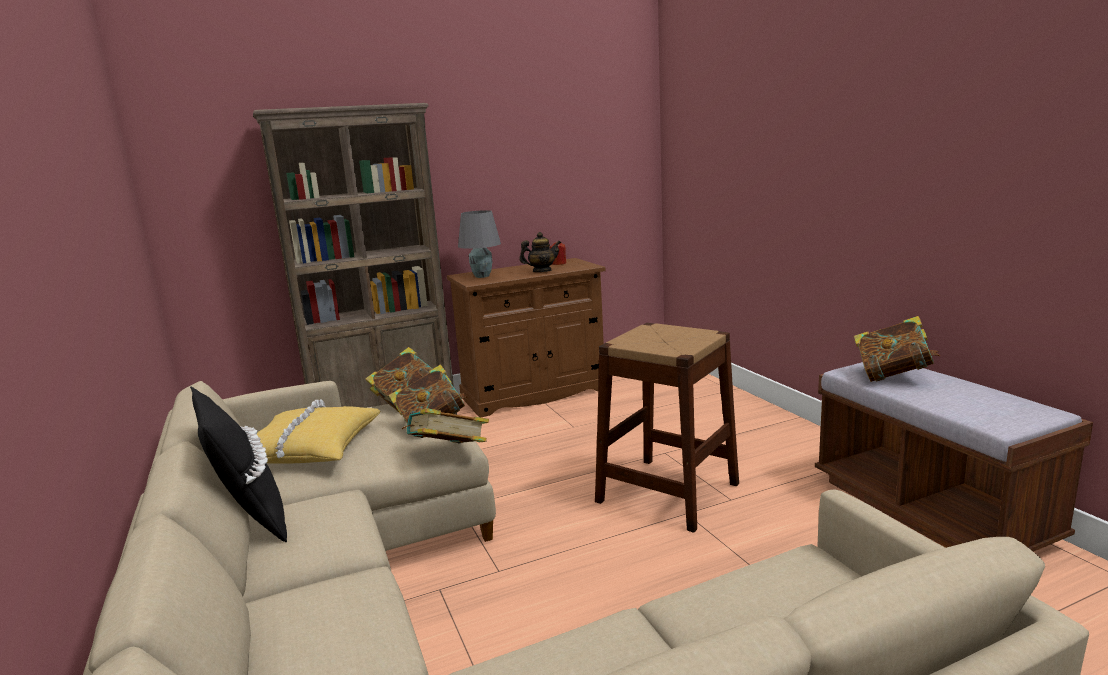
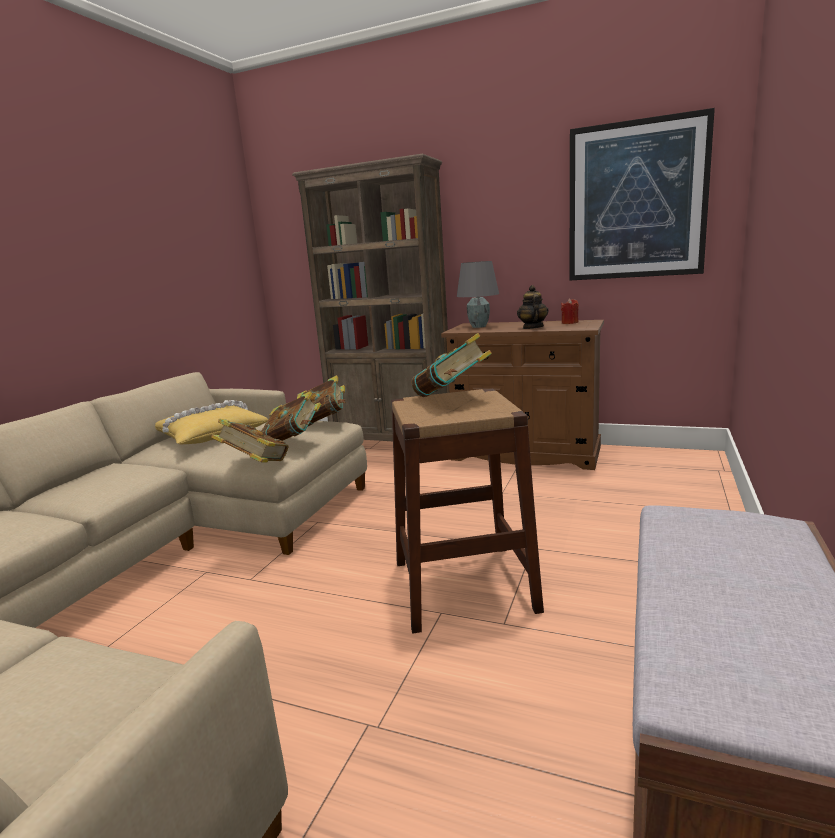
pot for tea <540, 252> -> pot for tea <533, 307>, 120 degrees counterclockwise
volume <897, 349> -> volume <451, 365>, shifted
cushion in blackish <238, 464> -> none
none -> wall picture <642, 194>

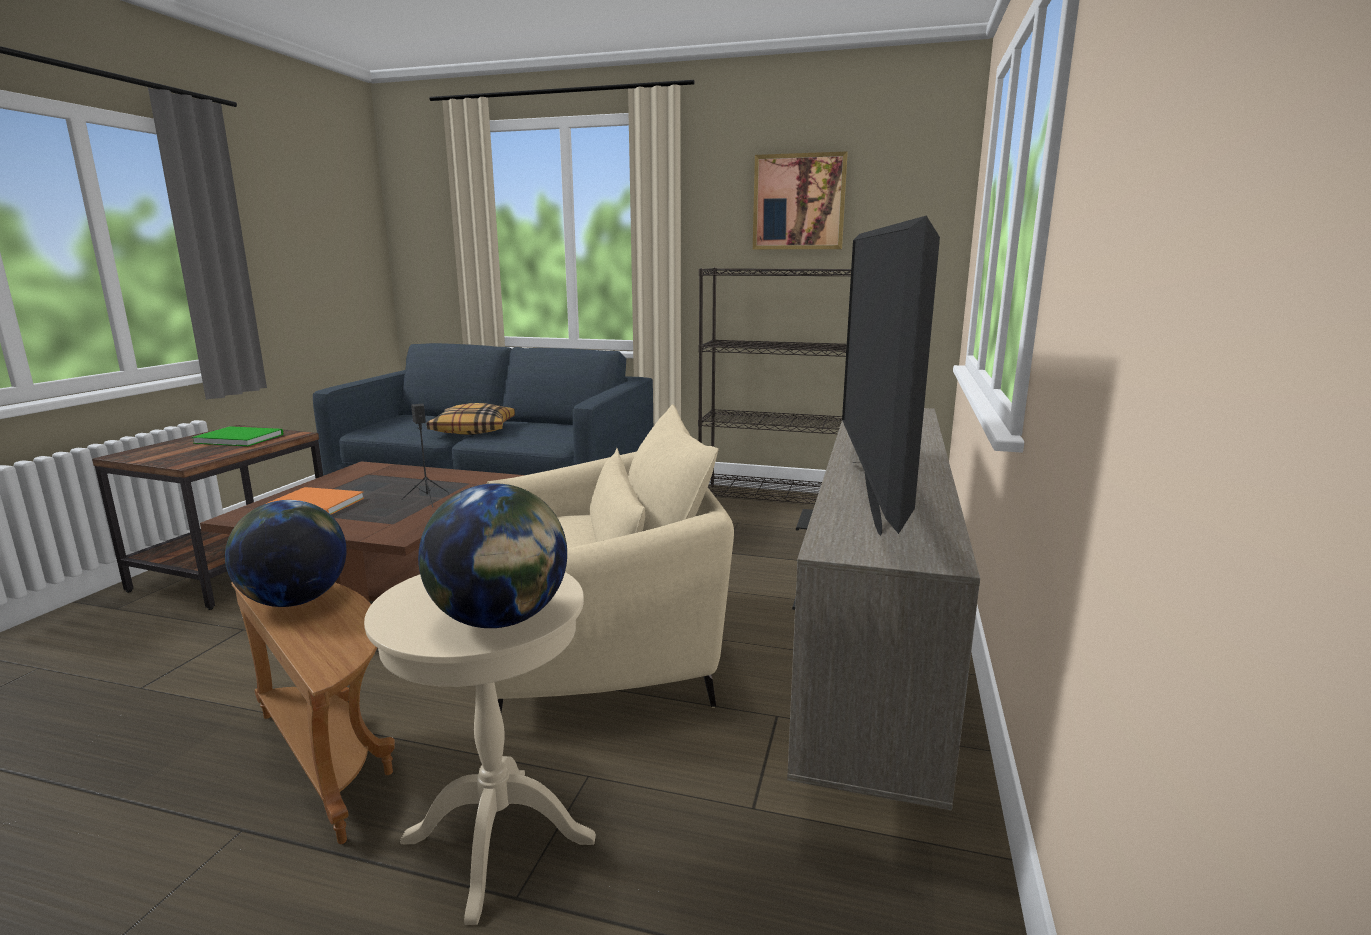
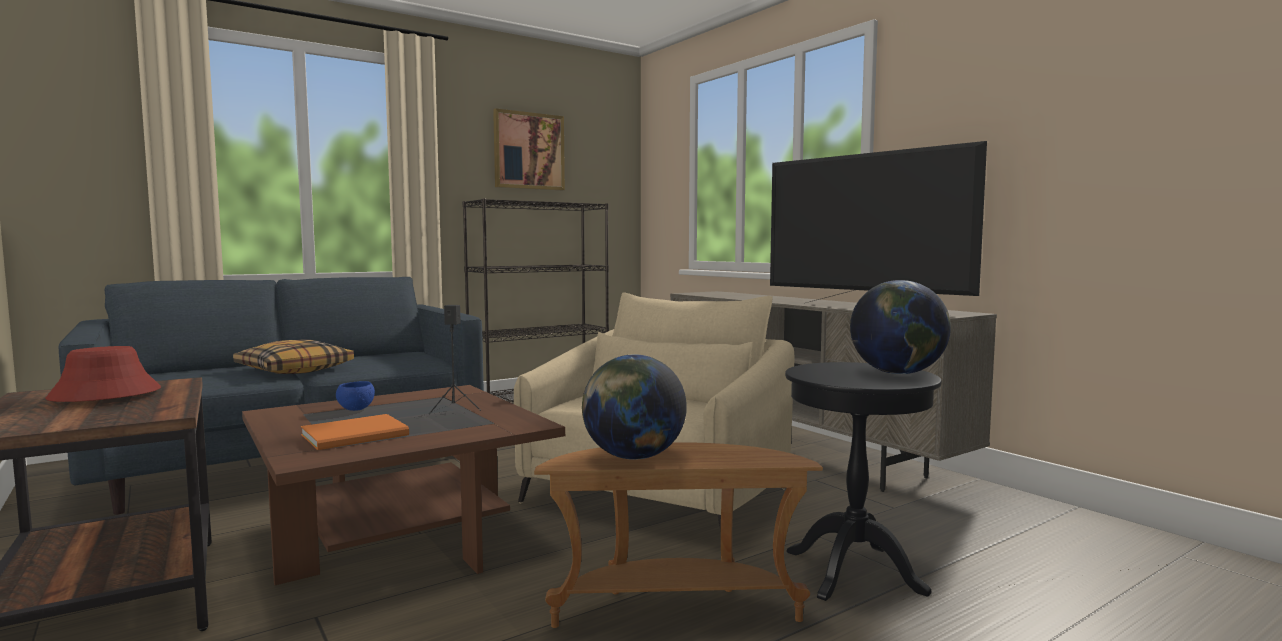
volume in green-coloured <237, 436> -> clothing hat in red <103, 374>
accent table in beige <480, 748> -> accent table in blackish <863, 481>
none -> deep dish in blue-coloured <355, 396>

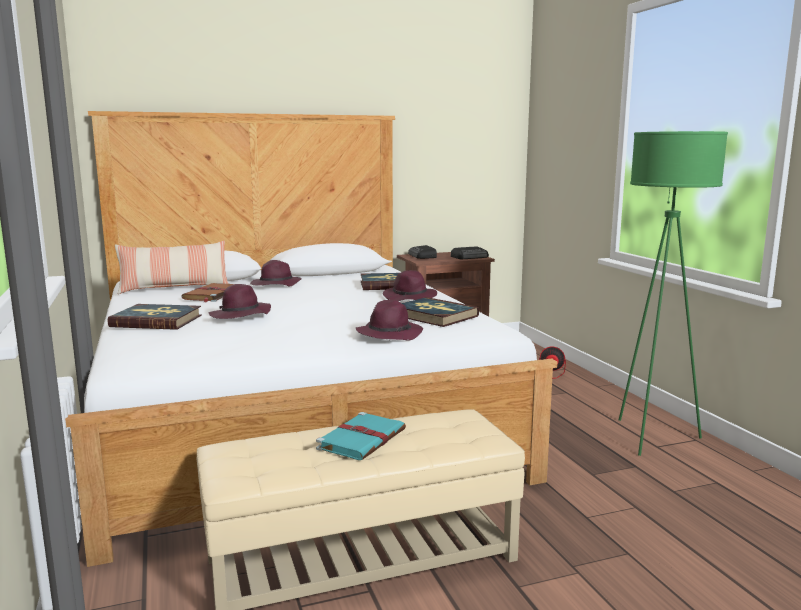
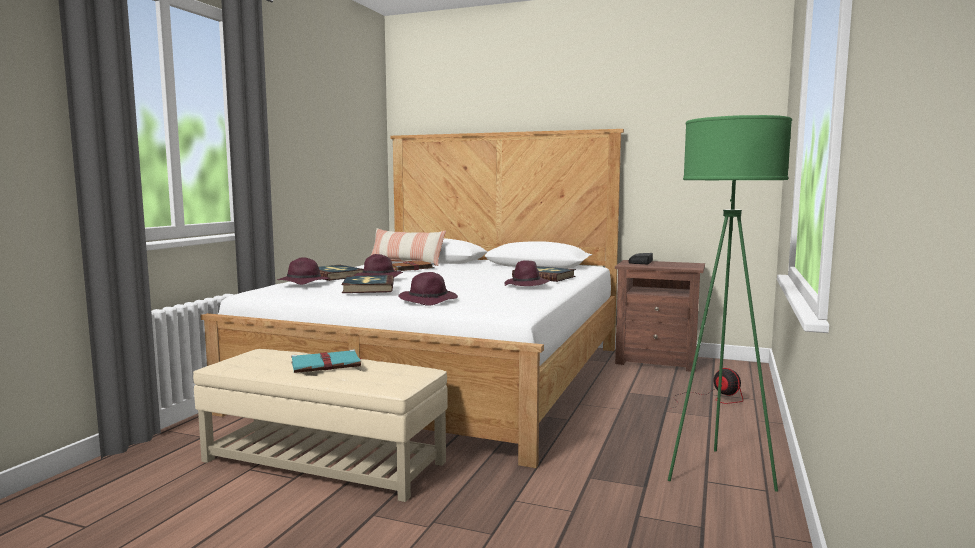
radio <470, 252> -> none
clothing hat in purplish <276, 273> -> clothing hat in purplish <303, 271>, shifted
volume <440, 312> -> volume <367, 284>, shifted

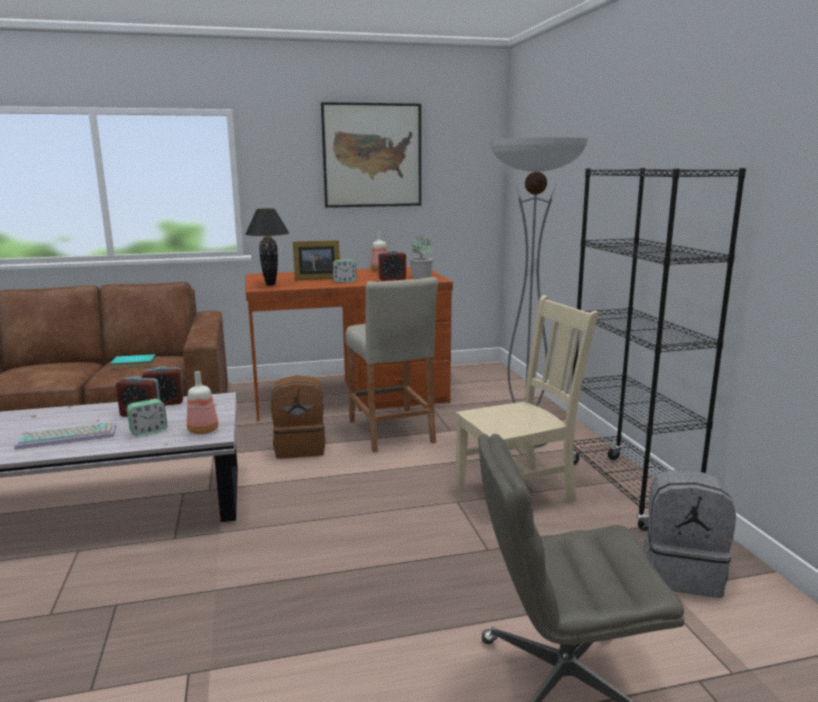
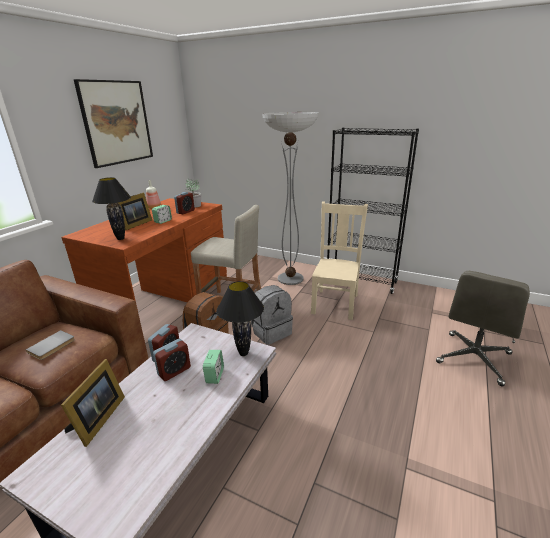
volume in turquoise <133, 361> -> volume in gray <50, 345>
drink bottle <203, 402> -> table lamp in blackish <240, 318>
computer keyboard <65, 436> -> none
rucksack in gray <689, 533> -> rucksack in gray <272, 315>, shifted
none -> standing frame <93, 403>

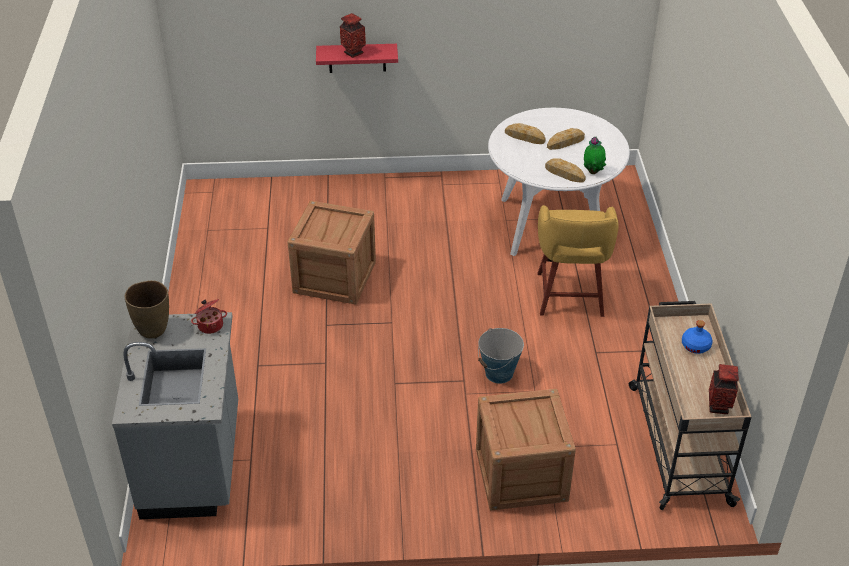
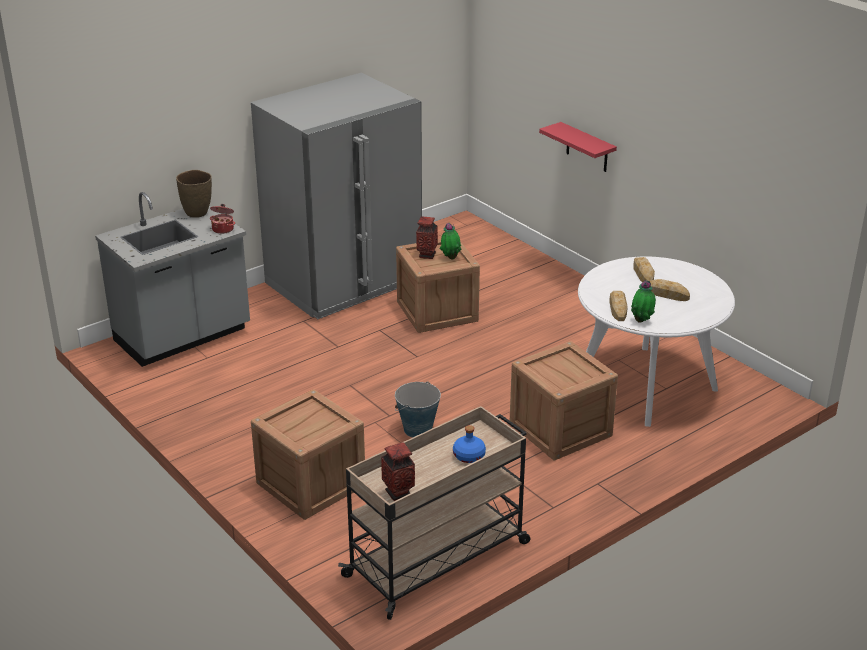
vase <353, 35> -> vase <427, 237>, shifted
stool seat in yellow-coloured <578, 261> -> crate <564, 401>
none -> kitchen fridge in gray <336, 196>
none -> potted plant <450, 241>

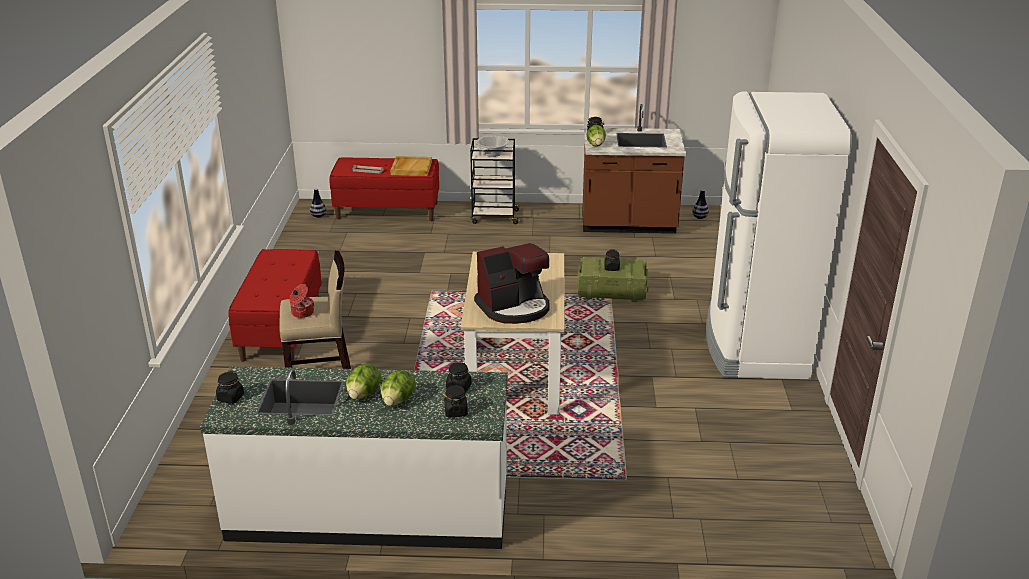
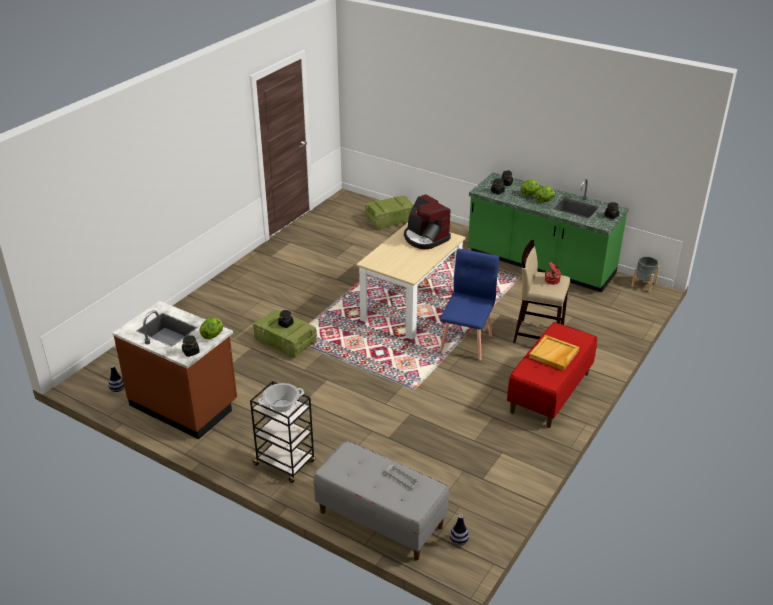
kitchen fridge in white <779, 235> -> none
tray in beige <411, 166> -> tray in beige <554, 353>, shifted
bench in red <384, 189> -> bench in gray <381, 500>
coffee brewer <511, 283> -> coffee brewer <427, 221>, 135 degrees counterclockwise
kitchen counter in white <354, 457> -> kitchen counter in green-coloured <548, 232>
none -> crate <389, 212>
none -> upright chair in blue-coloured <469, 304>
none -> planter in gray <645, 274>

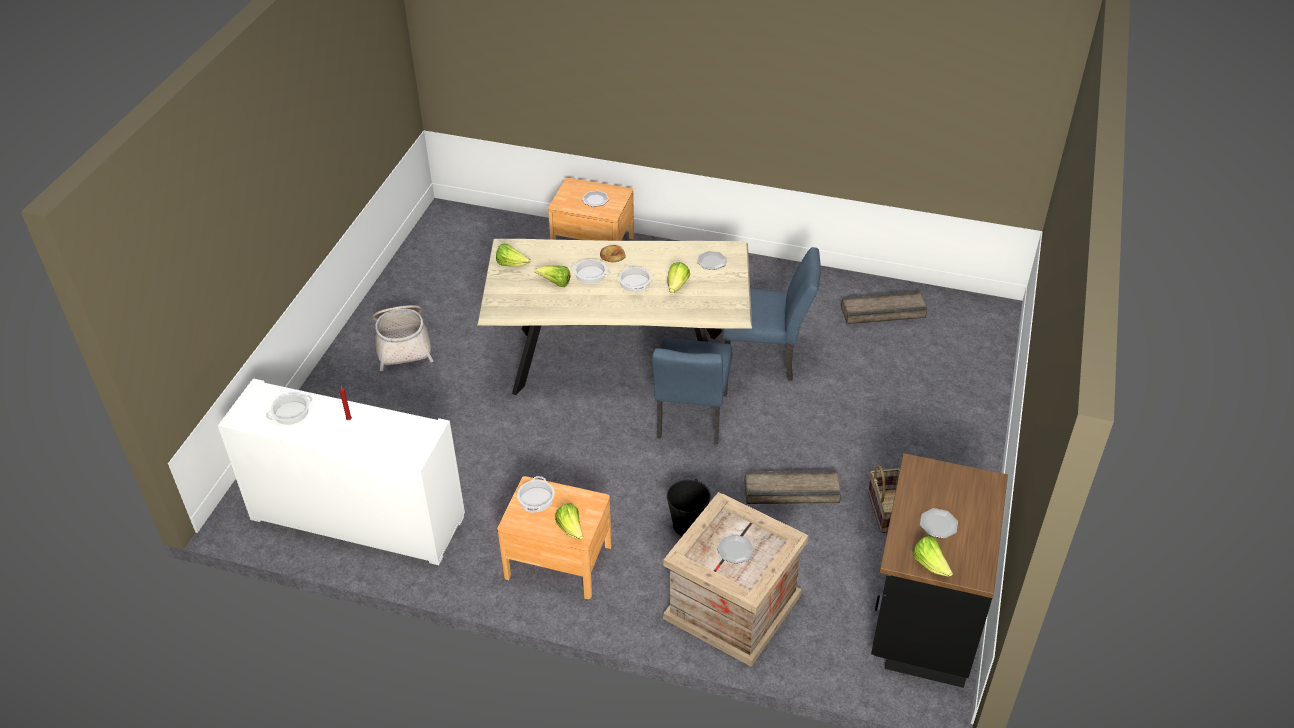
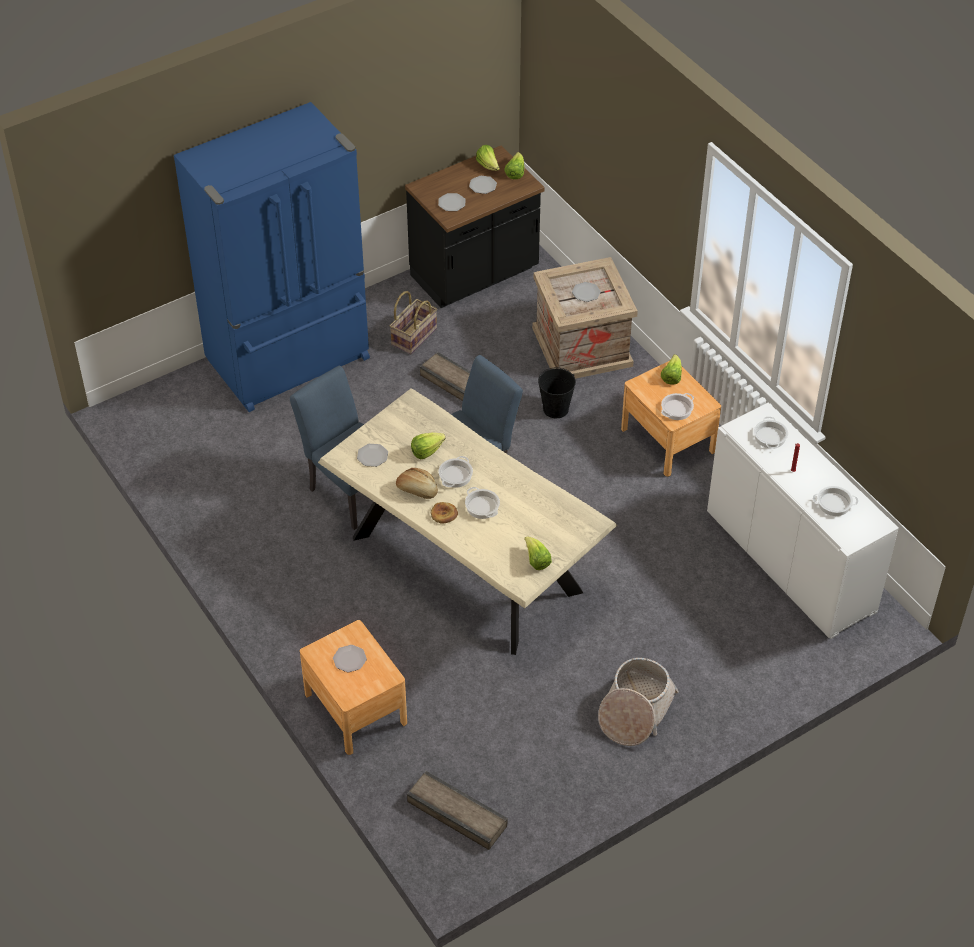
lettuce head <553, 276> -> lettuce head <488, 158>, shifted
crate <884, 307> -> crate <457, 810>, shifted
none -> kitchen fridge in blue-coloured <272, 257>
none -> flat dish <451, 202>
none -> saucepot <771, 433>
none -> baked bread <417, 483>

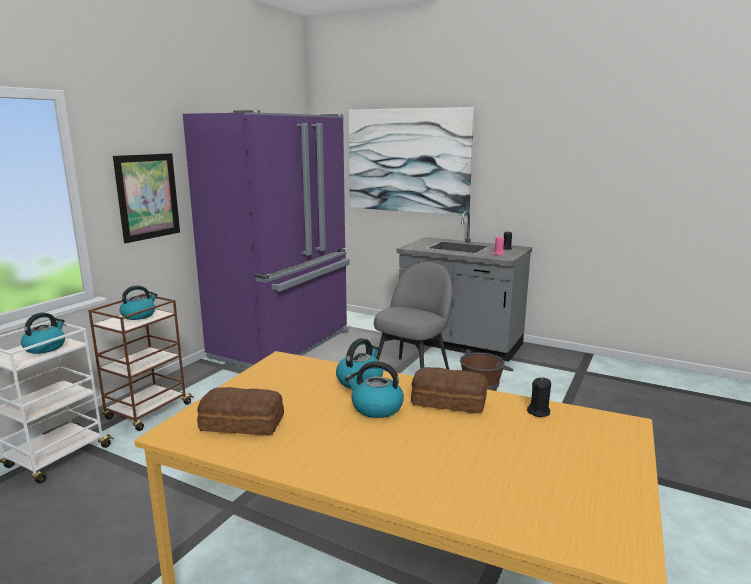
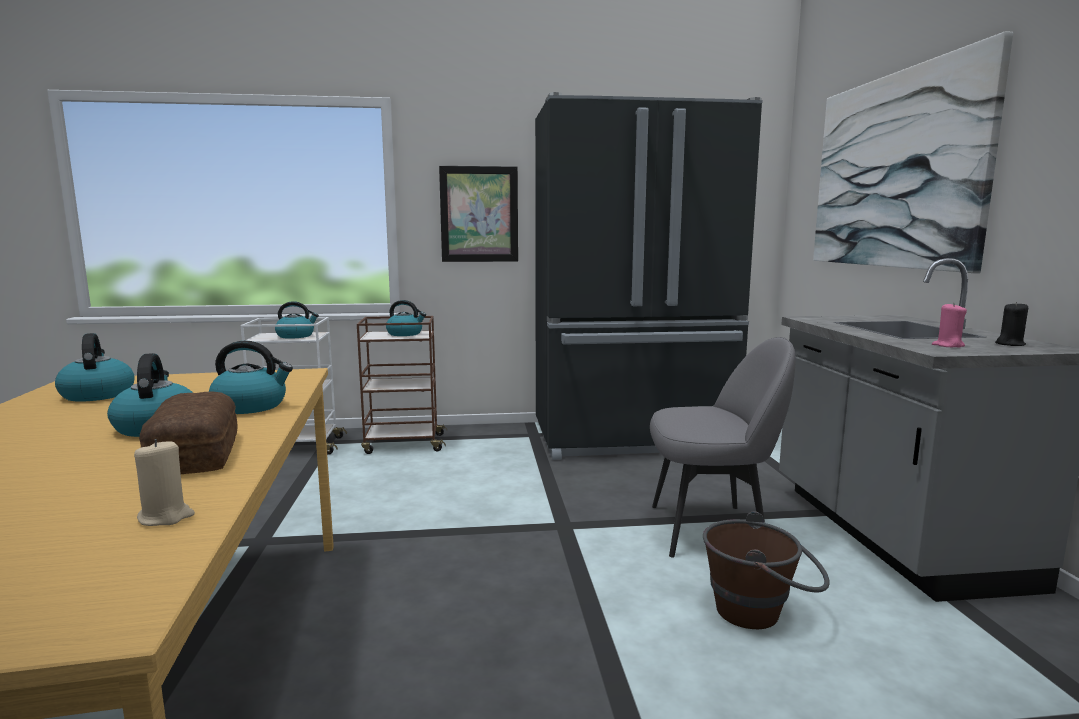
kitchen fridge in purplish <266, 239> -> kitchen fridge in blackish <649, 276>
wax candle in blackish <539, 397> -> wax candle in beige <164, 482>
baked bread <240, 411> -> kettle <95, 367>

